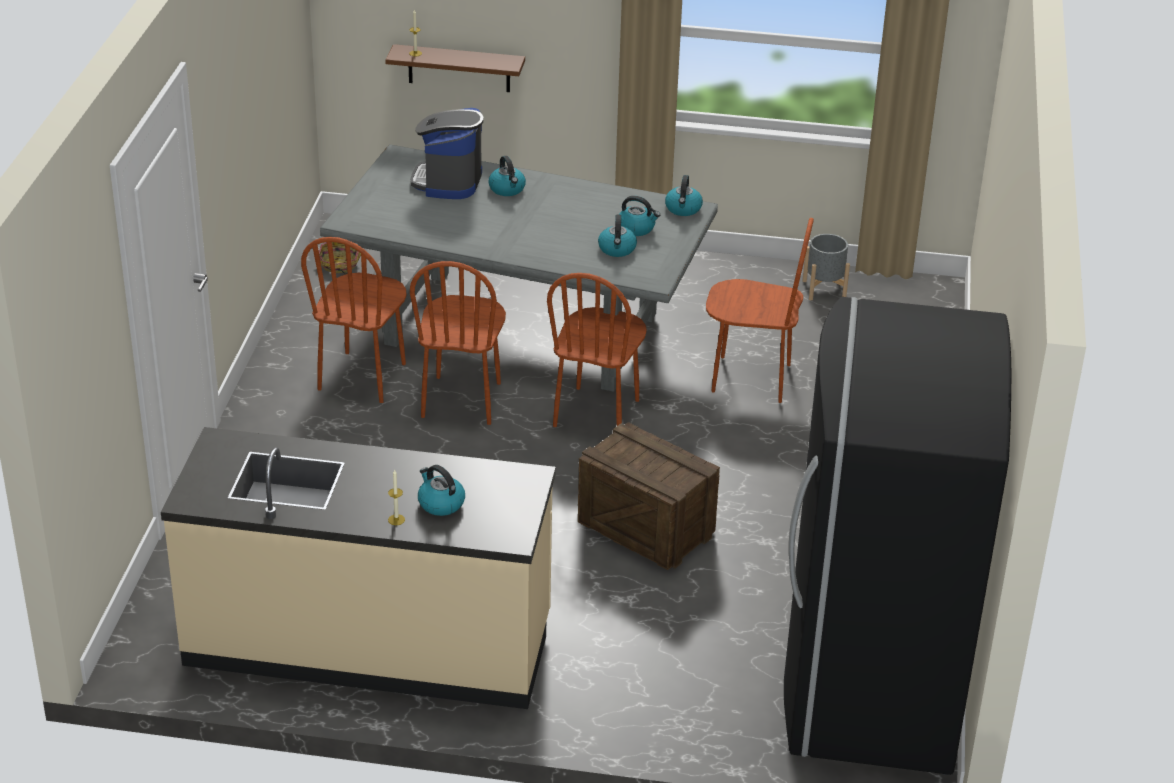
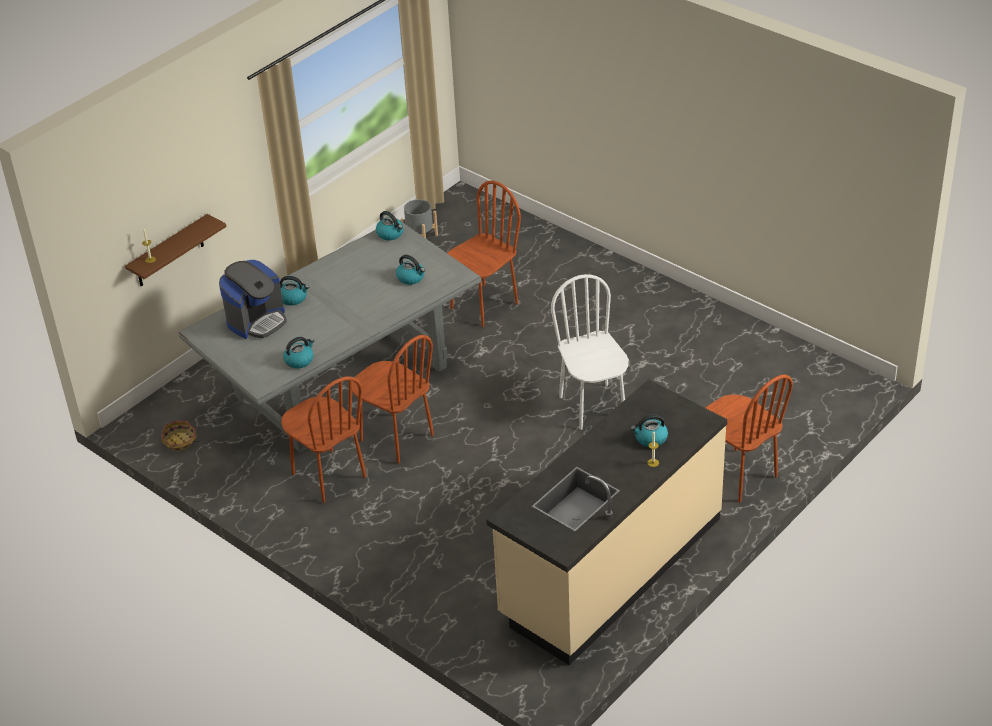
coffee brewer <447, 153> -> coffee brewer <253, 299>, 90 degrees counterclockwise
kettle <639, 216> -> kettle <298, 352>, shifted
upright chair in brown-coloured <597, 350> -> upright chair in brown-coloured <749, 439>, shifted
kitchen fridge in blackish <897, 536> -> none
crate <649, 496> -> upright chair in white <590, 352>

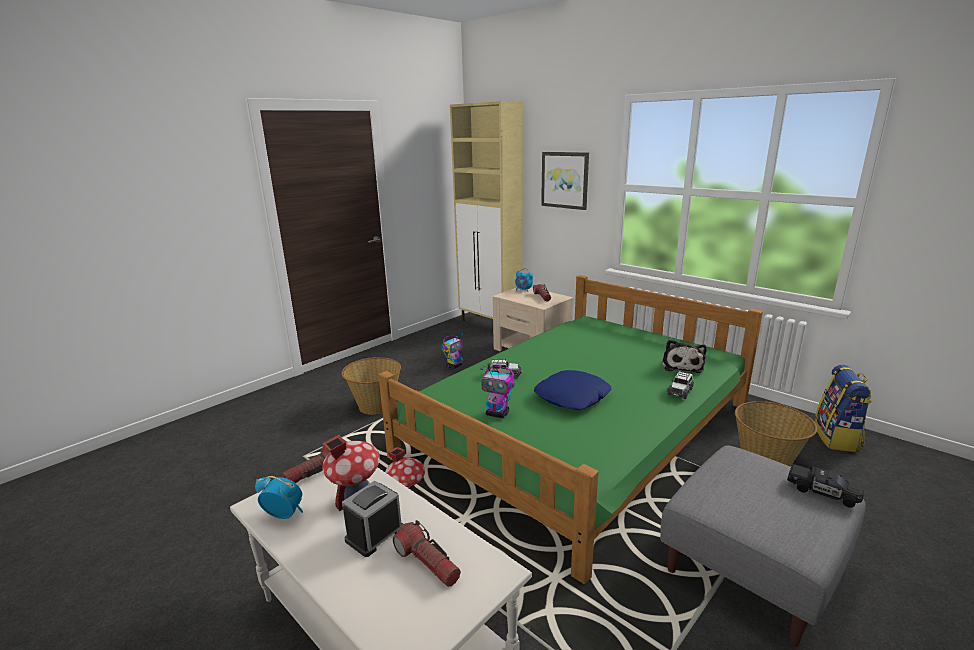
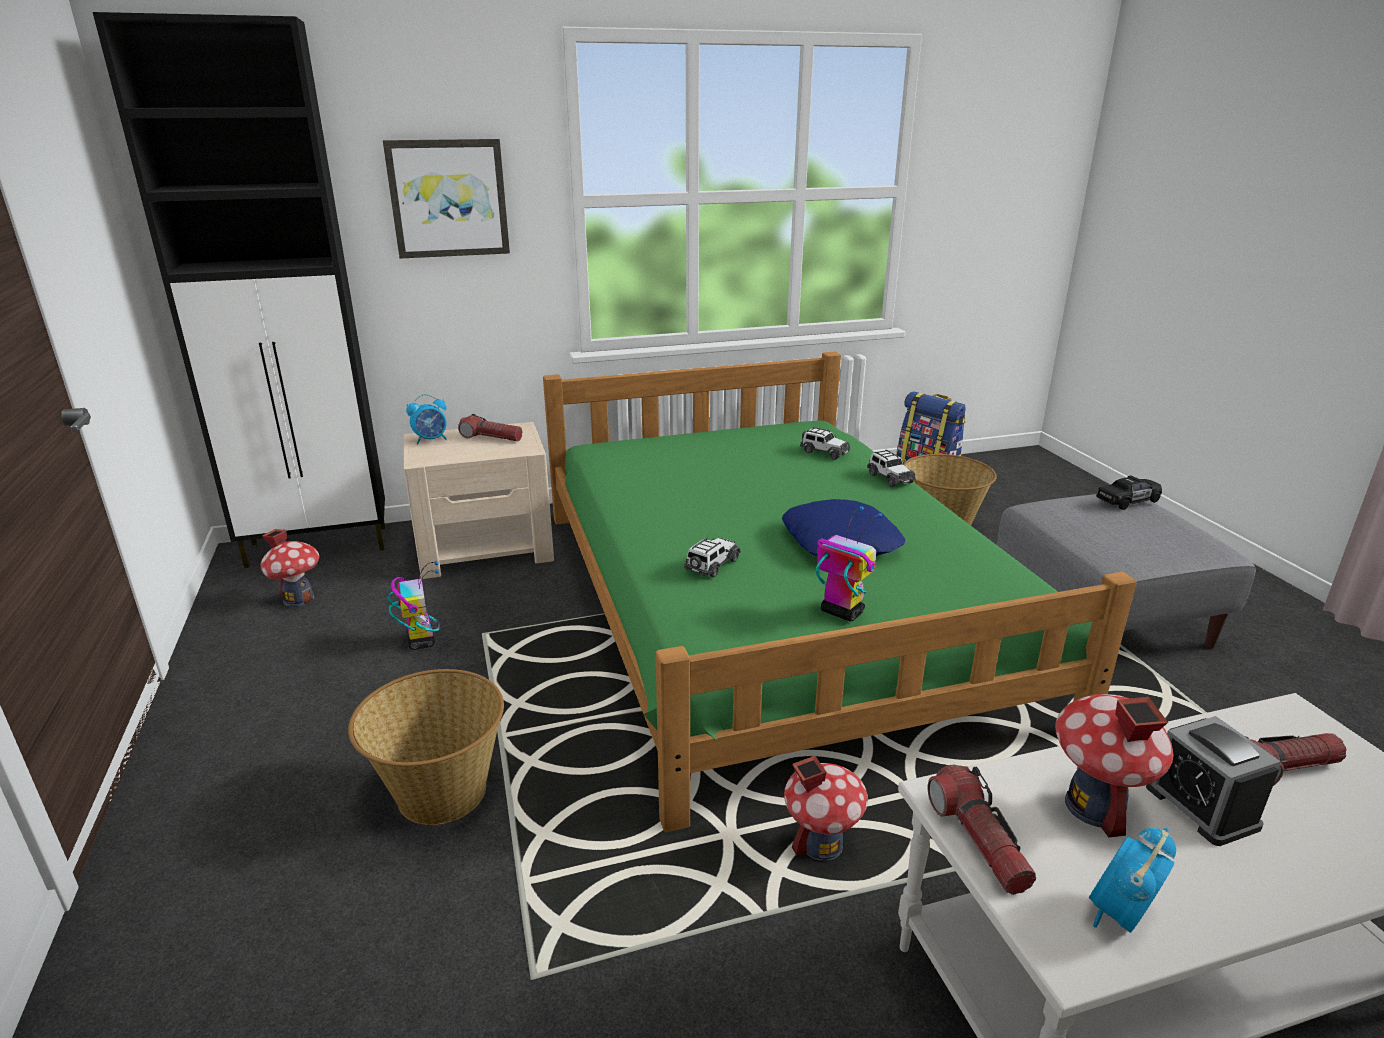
storage cabinet in beige <486, 211> -> storage cabinet in blackish <239, 290>
cuddly toy <684, 356> -> model car <825, 443>
robot figure <497, 392> -> robot figure <849, 563>, 105 degrees counterclockwise
none -> miniature house <289, 568>

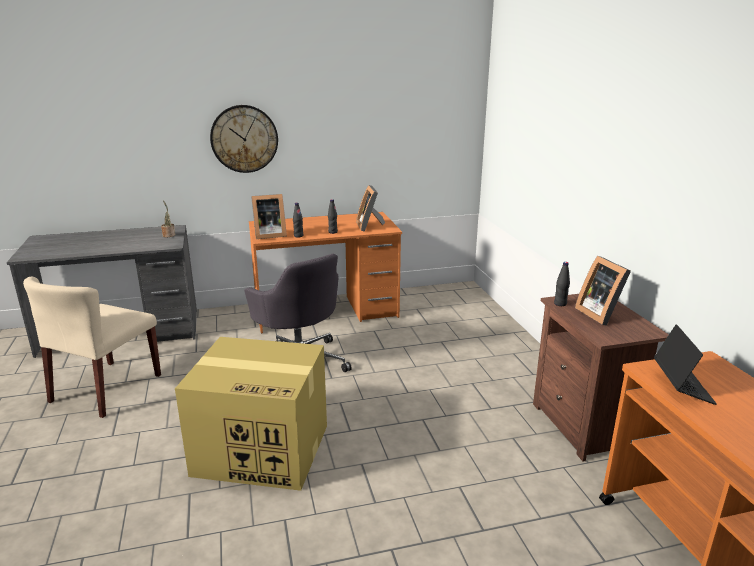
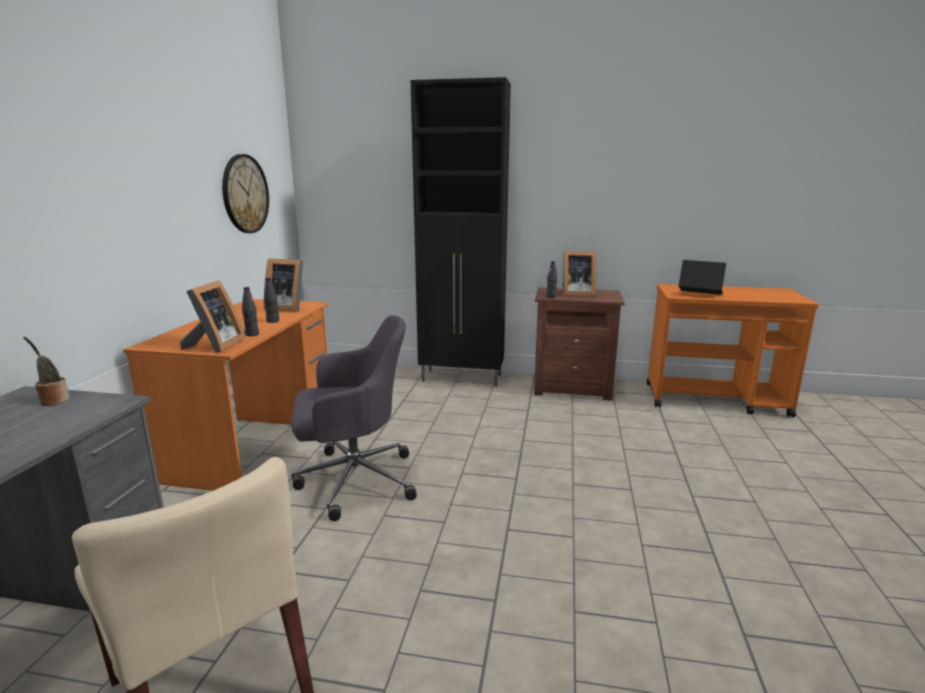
wall clock <244, 139> -> wall clock <245, 193>, shifted
cardboard box <251, 414> -> none
none -> storage cabinet in blackish <461, 232>

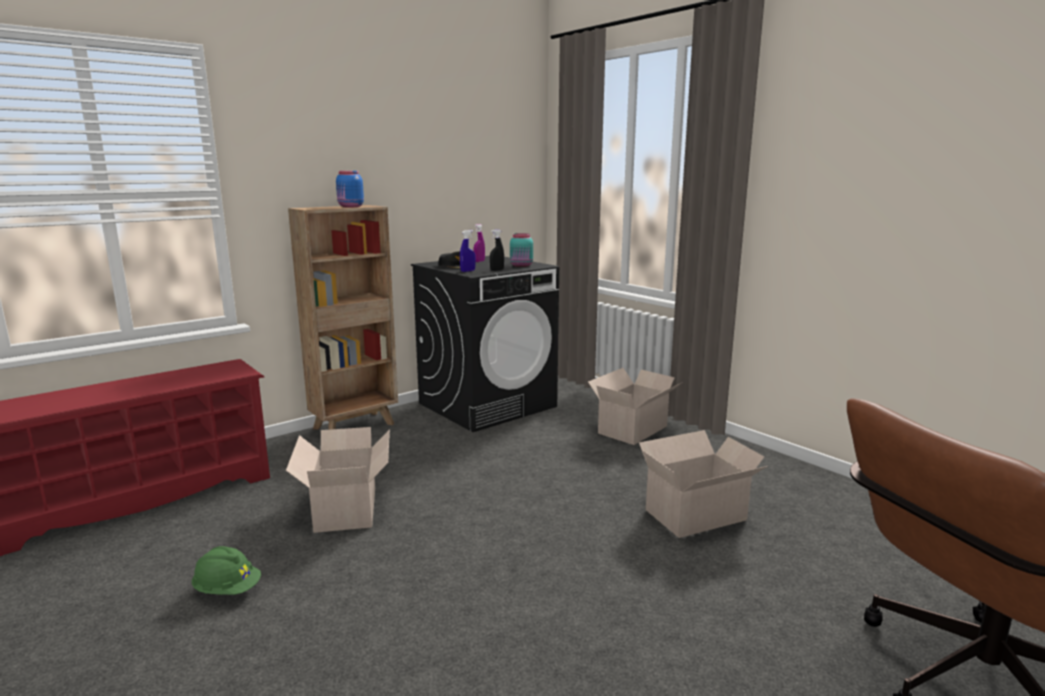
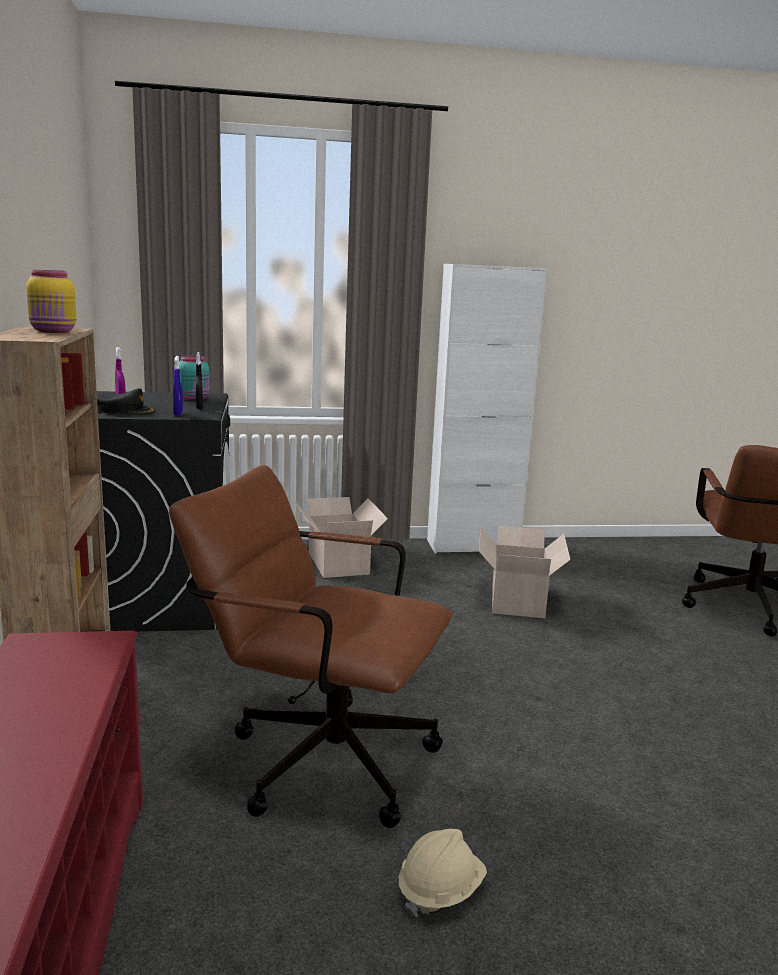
jar in blue-coloured <350, 189> -> jar in yellow-coloured <51, 301>
cardboard box <338, 480> -> desk chair in brown-coloured <310, 646>
hard hat in green-coloured <226, 570> -> hard hat in beige <443, 873>
none -> storage cabinet in white <487, 408>

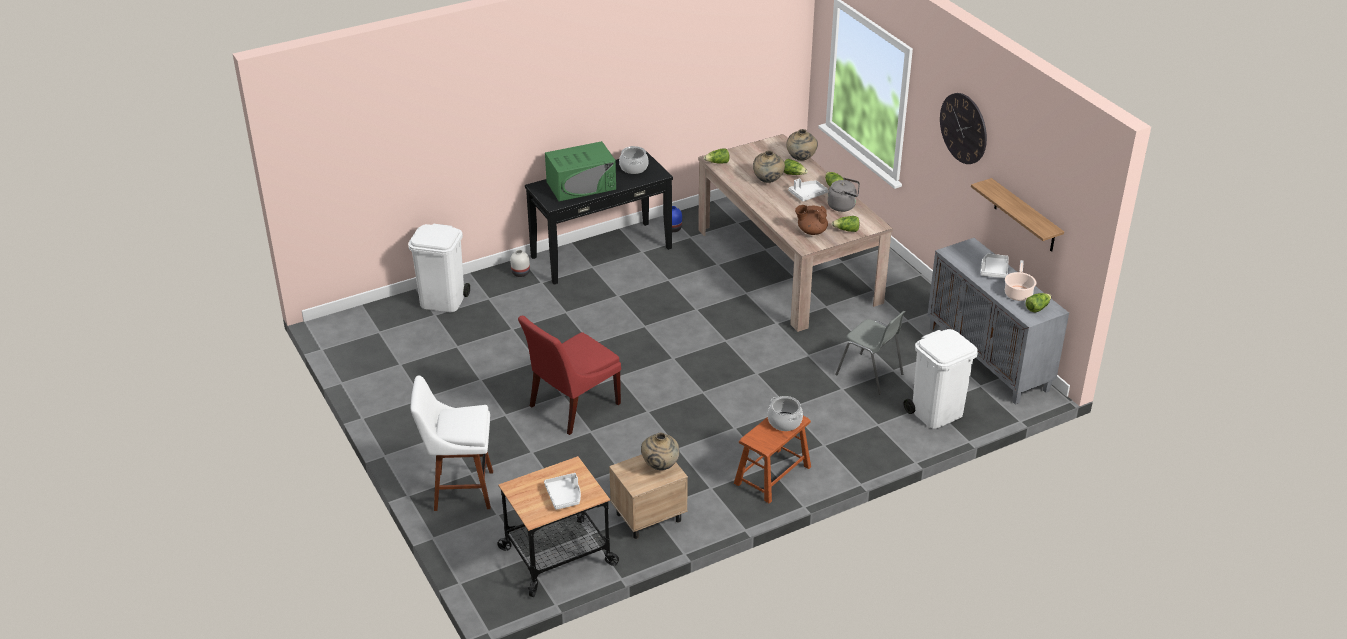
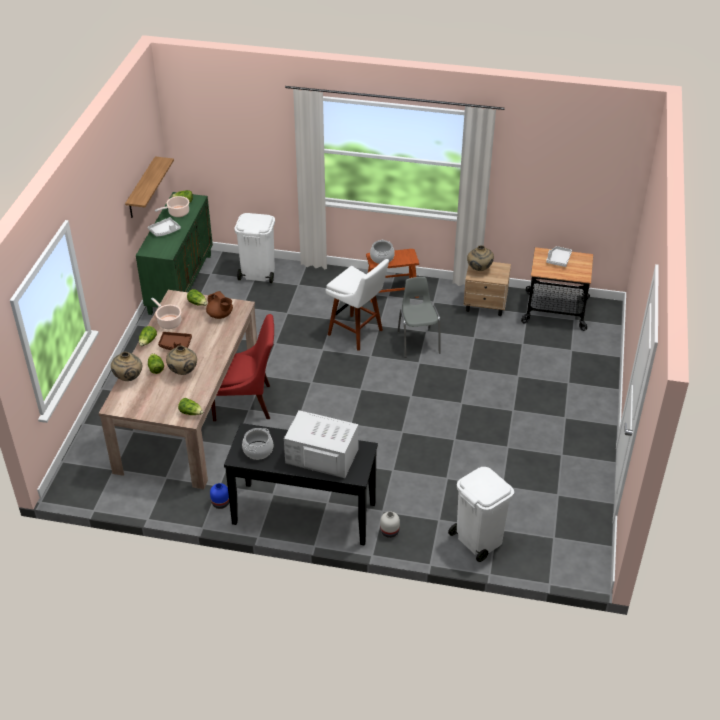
wall clock <963, 128> -> none
kitchen microwave in green-coloured <580, 171> -> kitchen microwave in white <321, 444>
tray in white <808, 189> -> tray in brown-coloured <175, 341>
kettle in gray <844, 195> -> saucepot <166, 313>
storage cabinet in gray <998, 321> -> storage cabinet in green-coloured <174, 253>
upright chair in gray <870, 353> -> upright chair in gray <419, 317>, shifted
upright chair in red <569, 375> -> upright chair in red <242, 367>, shifted
stool seat in white <452, 443> -> stool seat in white <357, 305>, shifted

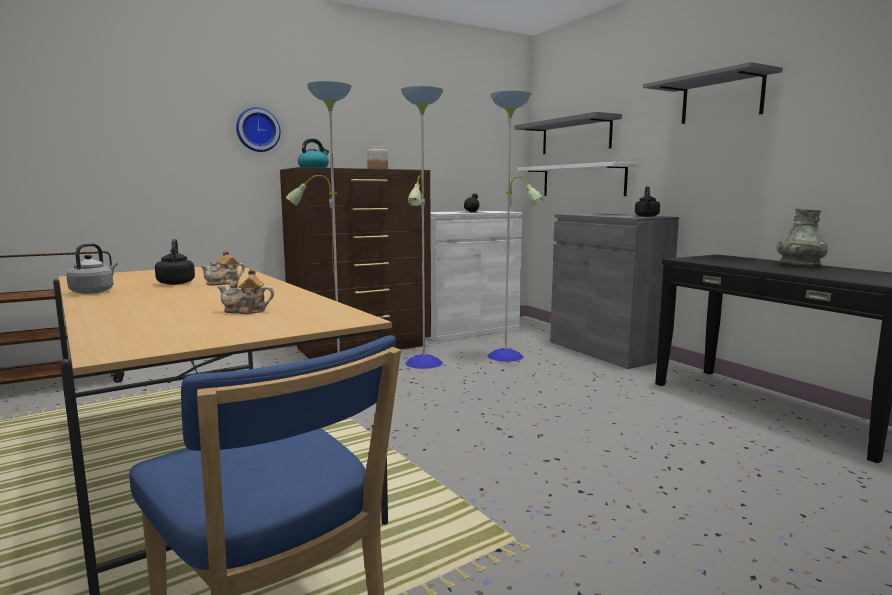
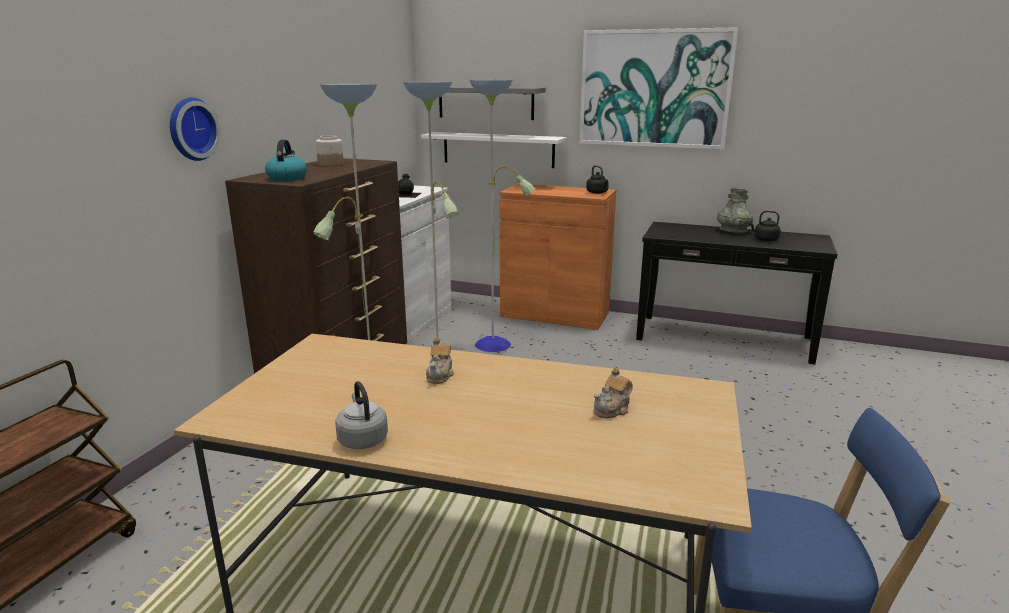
shelf in gray <713, 93> -> wall picture <658, 88>
storage cabinet in gray <614, 291> -> storage cabinet in orange-coloured <558, 256>
kettle in blackish <175, 262> -> kettle in blackish <764, 225>, shifted

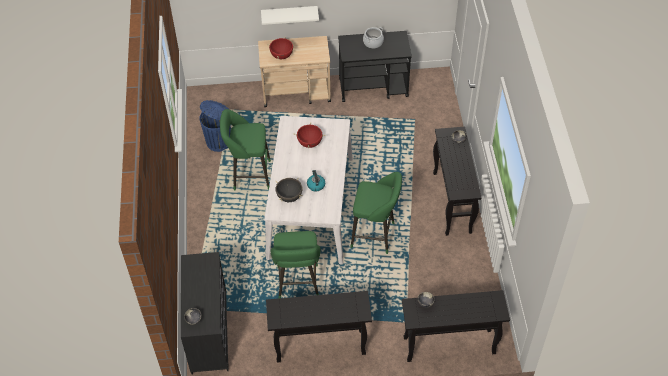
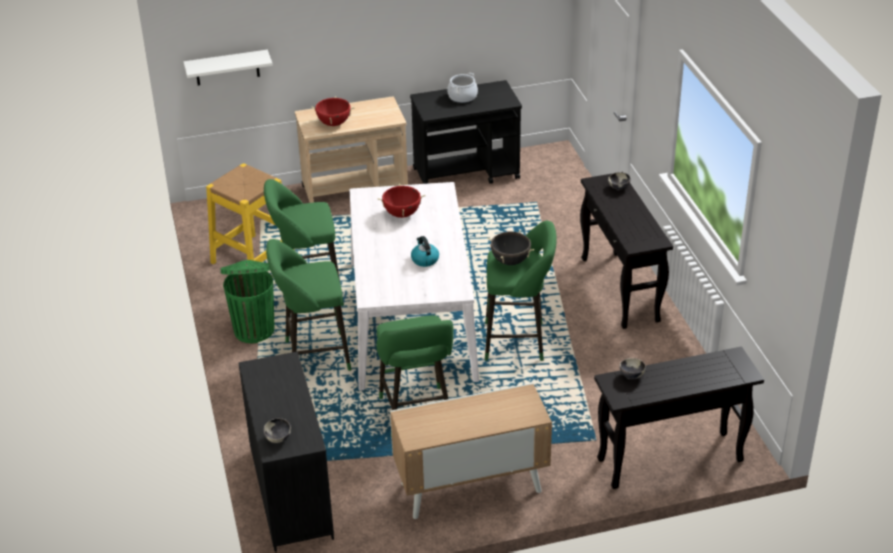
shelf in white <290, 15> -> shelf in white <228, 68>, shifted
rubbish bin in blue-coloured <215, 126> -> stool seat in yellow-coloured <250, 213>
saucepot in blackish <288, 189> -> saucepot in blackish <510, 247>, shifted
narrow table in blackish <319, 327> -> storage cabinet <471, 451>
none -> stool seat in green-coloured <308, 305>
none -> rubbish bin in green-coloured <247, 301>

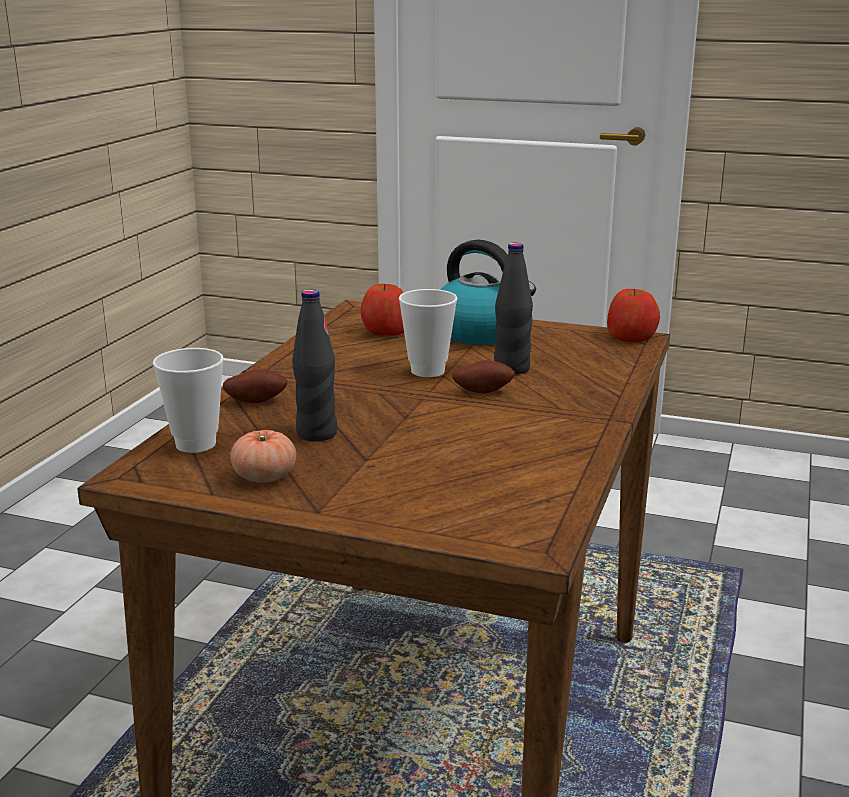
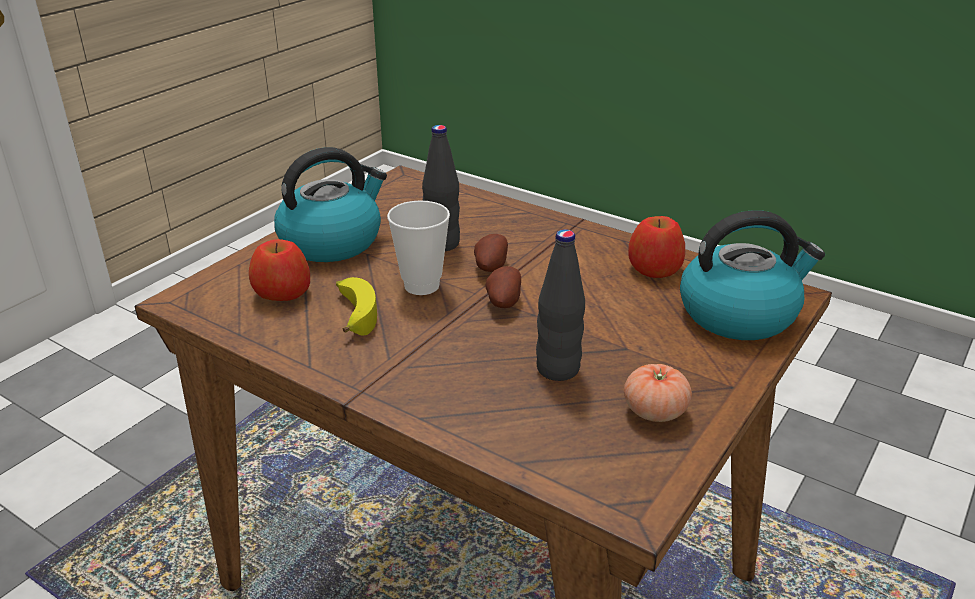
apple <633, 315> -> apple <656, 247>, shifted
small cup <188, 400> -> none
potato <255, 386> -> potato <503, 287>, shifted
none -> kettle <752, 275>
none -> banana <356, 306>

